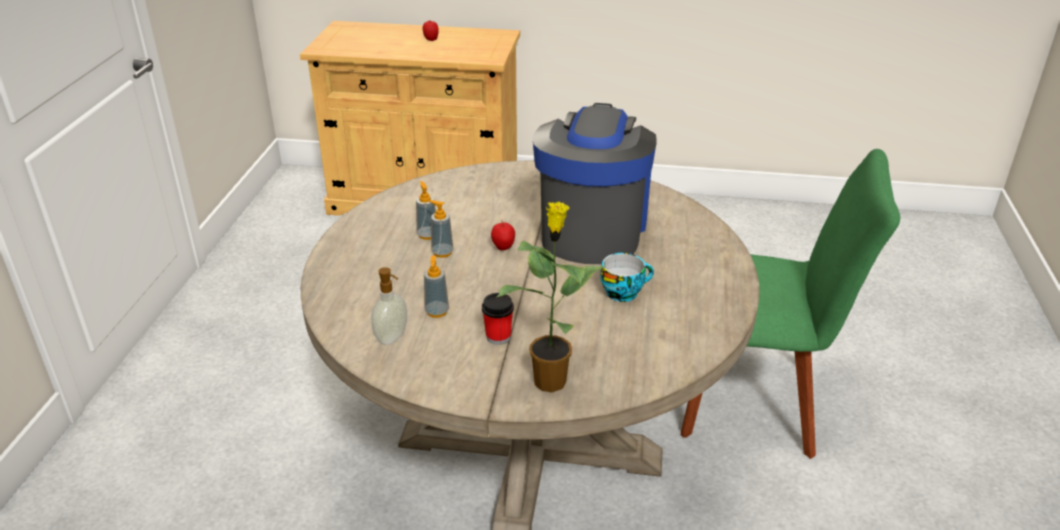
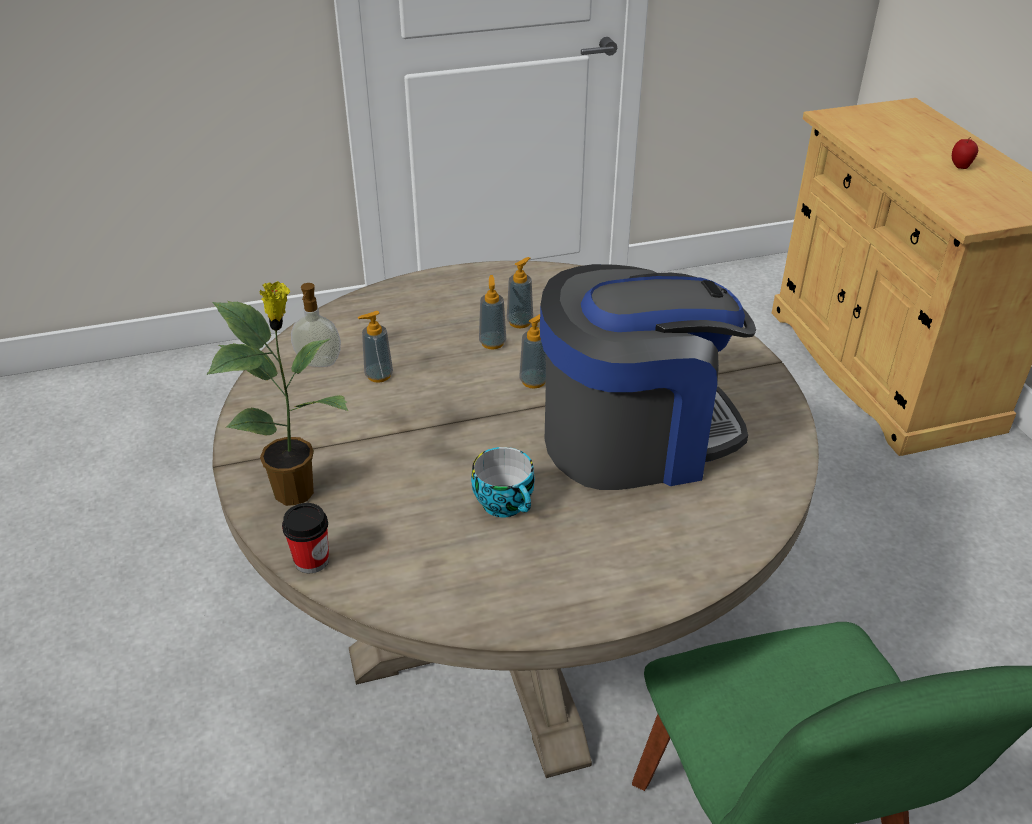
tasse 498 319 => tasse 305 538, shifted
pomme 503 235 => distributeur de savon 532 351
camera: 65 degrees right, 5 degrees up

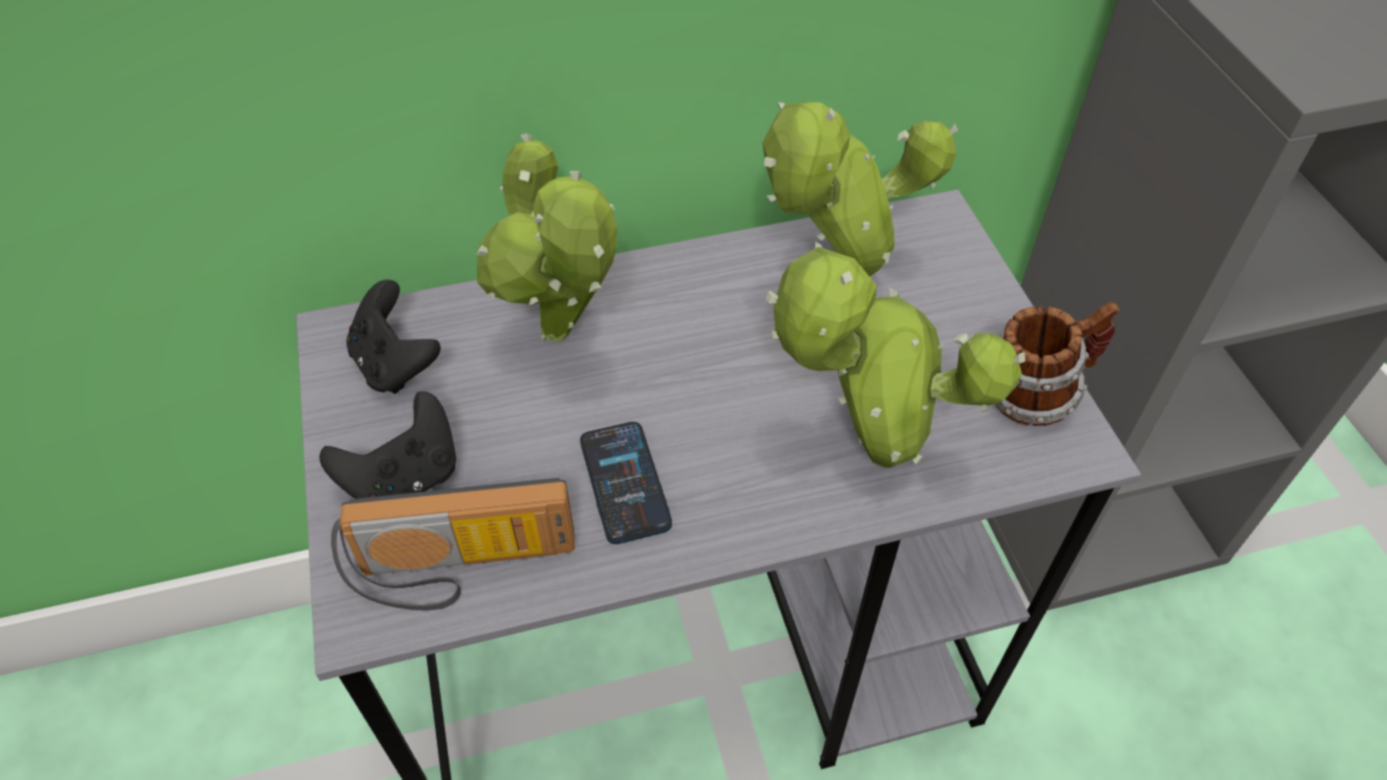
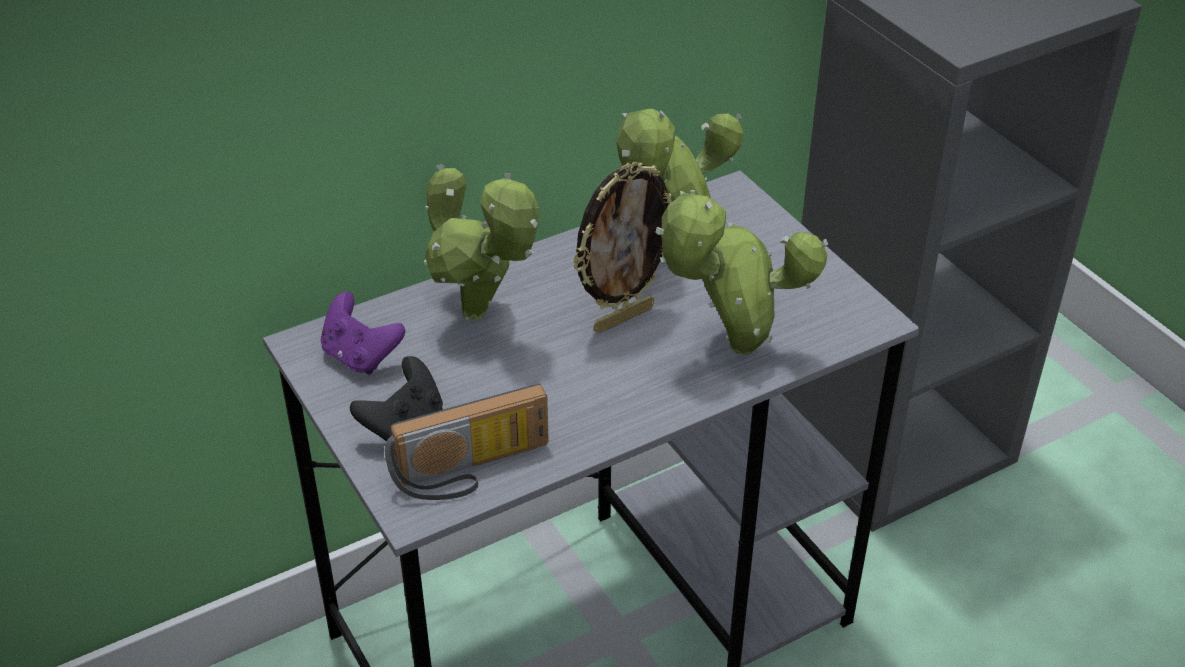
téléphone 626 483 => nothing
mug 1058 364 => nothing
nothing => cadre photo 623 247
manette (noir) 393 337 => manette (violet) 363 333
camera: 15 degrees left, 10 degrees down

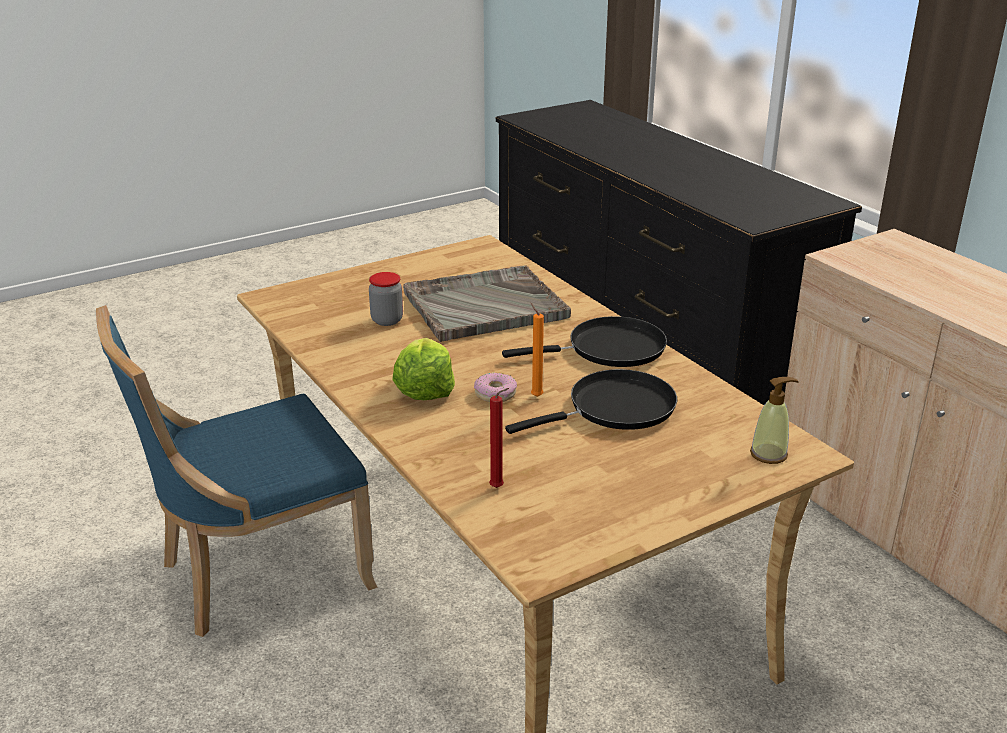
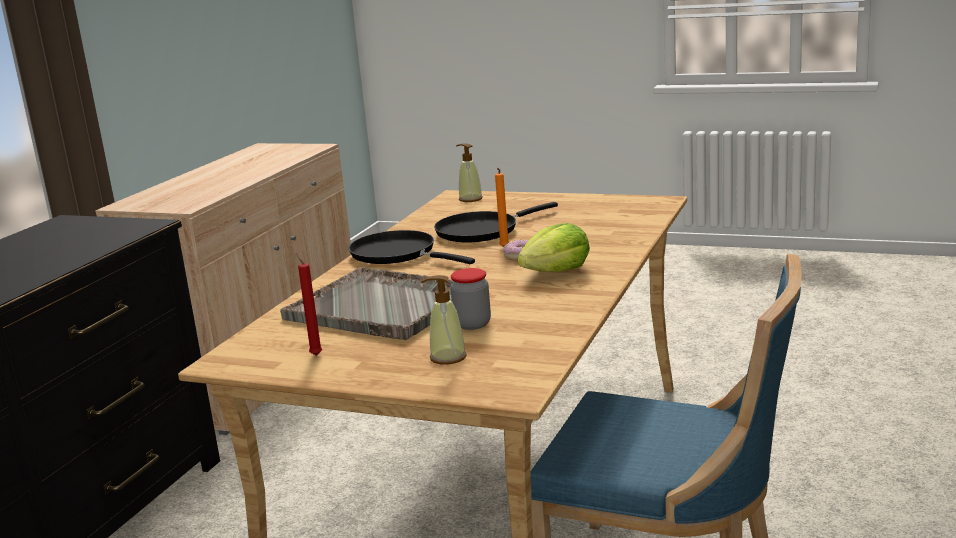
nothing => distributeur de savon 444 320
bougie (rouge) 499 438 => bougie (rouge) 309 304, shifted
poêle (noir) 591 401 => poêle (noir) 496 222, 60 degrees counterclockwise
camera: 125 degrees left, 10 degrees down

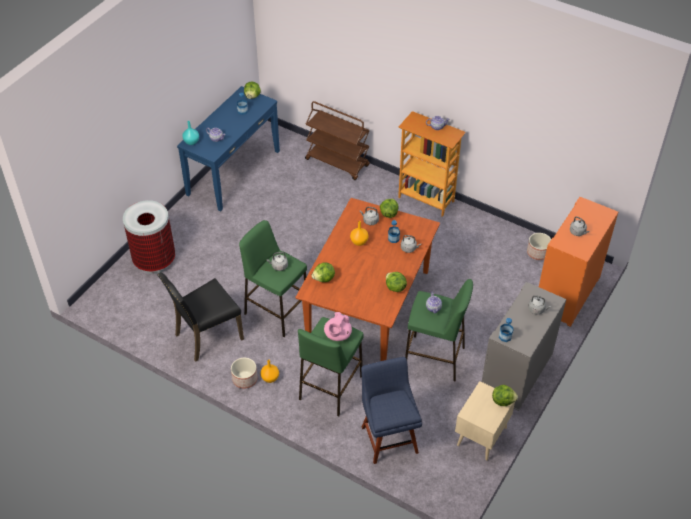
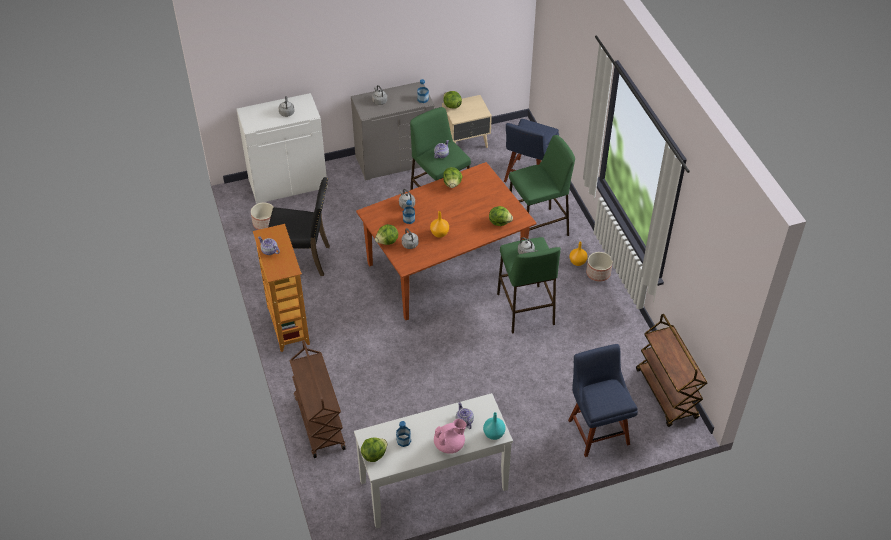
nothing => chariot (marron) 671 370
chaise (noir) 200 317 => chaise (noir) 299 226, shifted
théière (rose) 338 326 => théière (rose) 450 436, shifted
poubelle 149 237 => chaise (bleu) 603 400
table console (bleu) 228 148 => table console (blanc) 433 461
meuble de rangement (orange) 578 262 => meuble de rangement (blanc) 282 148
camera: 140 degrees left, 0 degrees up

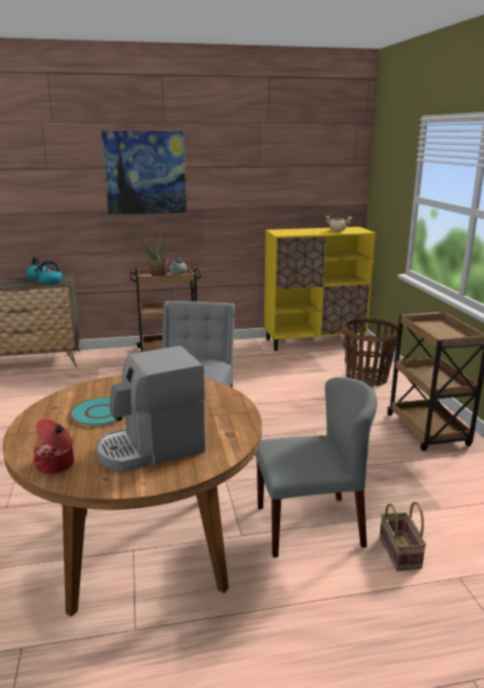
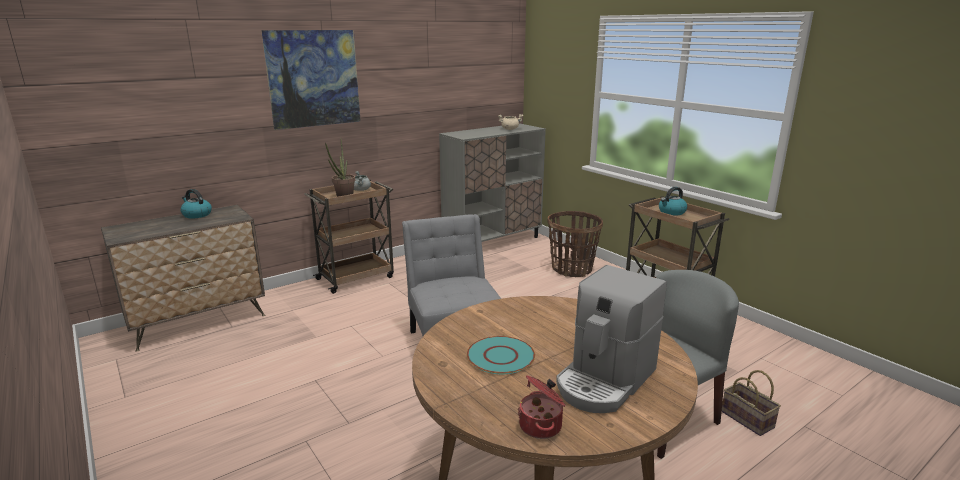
bouilloire 48 273 => bouilloire 673 201, shifted
meuble de rangement (jaune) 320 289 => meuble de rangement (gris) 492 182
camera: 25 degrees left, 0 degrees up

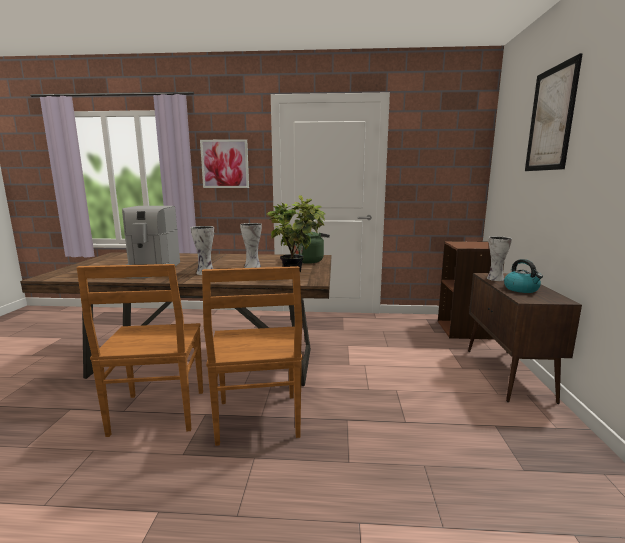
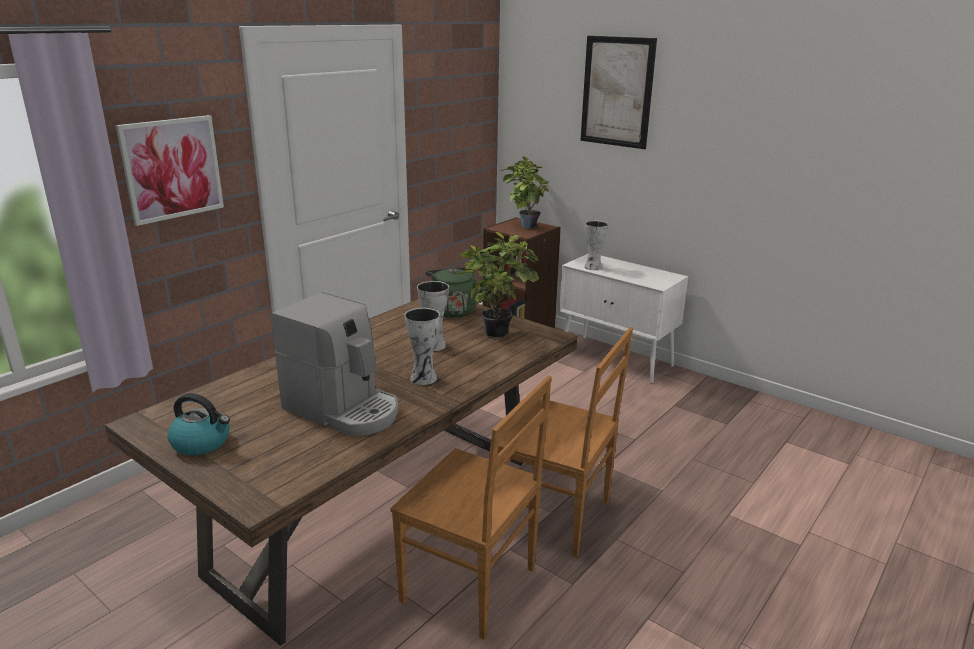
nothing => plante en pot 524 192
bouilloire 523 276 => bouilloire 199 424, shifted
meuble de rangement (marron) 525 338 => meuble de rangement (blanc) 623 318
camera: 55 degrees left, 10 degrees up

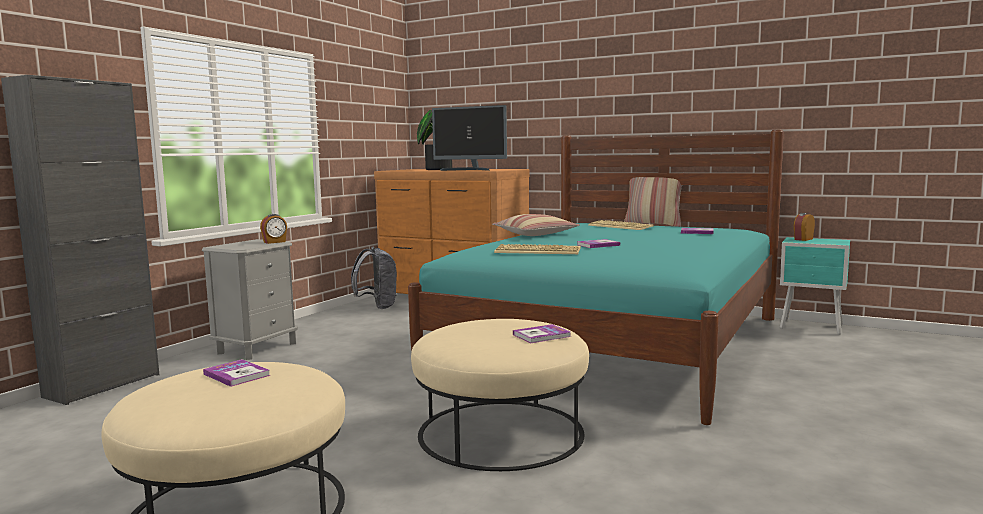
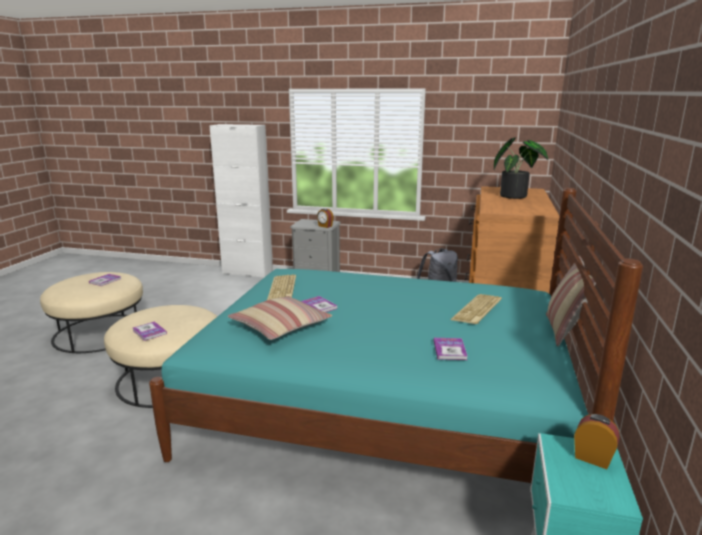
écran d'ordinateur 469 138 => nothing
coussin 536 225 => coussin 280 318, shifted
meuble de rangement (noir) 80 240 => meuble de rangement (blanc) 241 200
camera: 75 degrees right, 10 degrees up

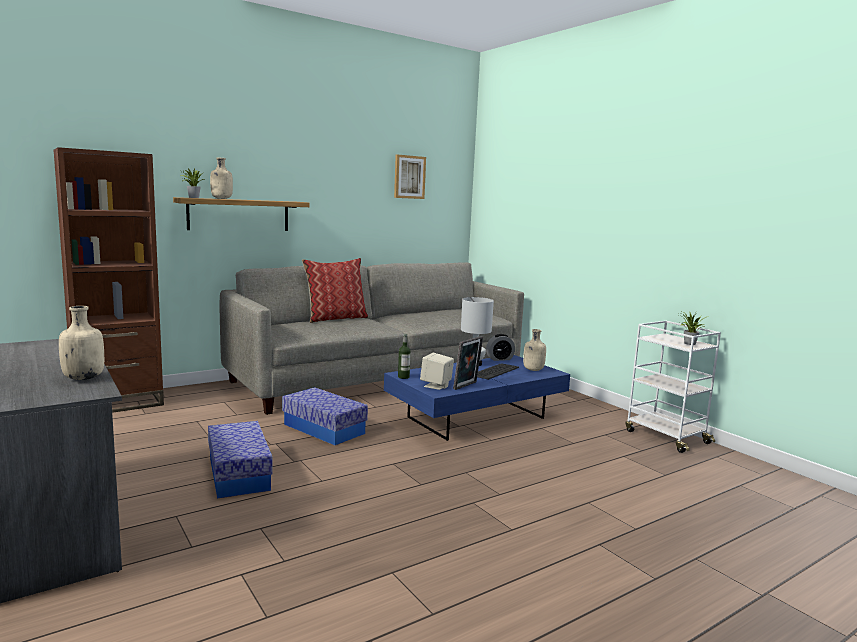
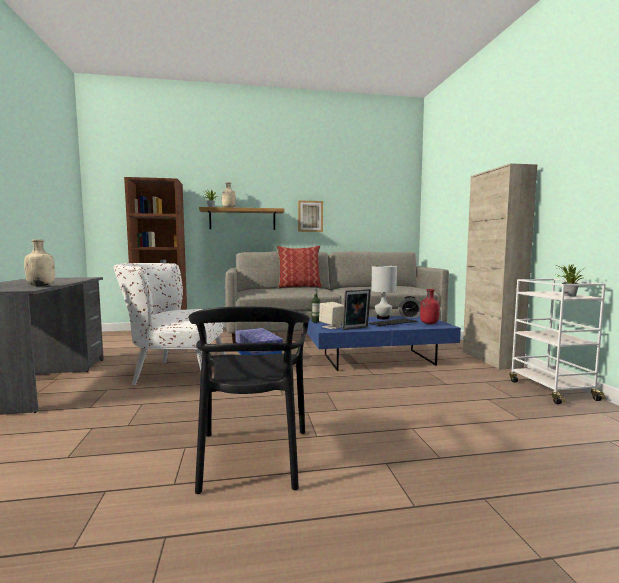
nothing => chaise (noir) 249 400
nothing => meuble de rangement (beige) 500 266
tableau 410 176 => tableau 310 216, shifted
boîte de rangement 240 459 => fauteuil (blanc) 169 324
bouteille (beige) 534 350 => bouteille (rouge) 430 306
camera: 25 degrees right, 5 degrees down

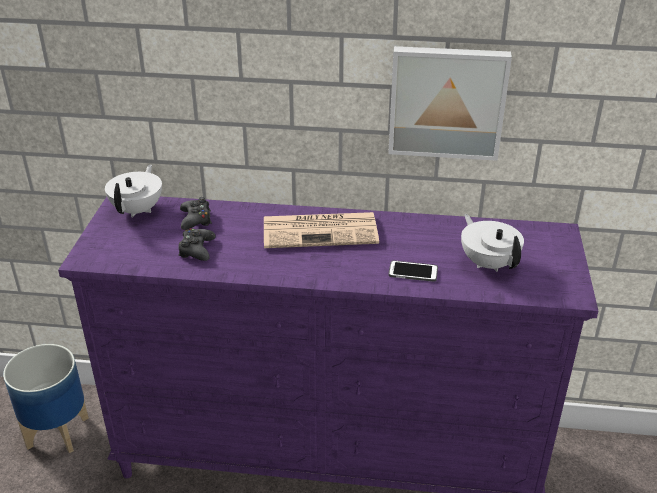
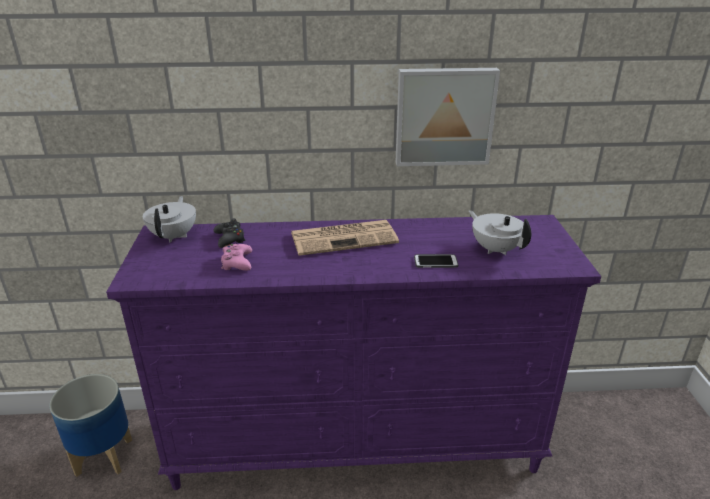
manette (noir) 197 245 => manette (rose) 236 257
camera: 10 degrees left, 5 degrees down

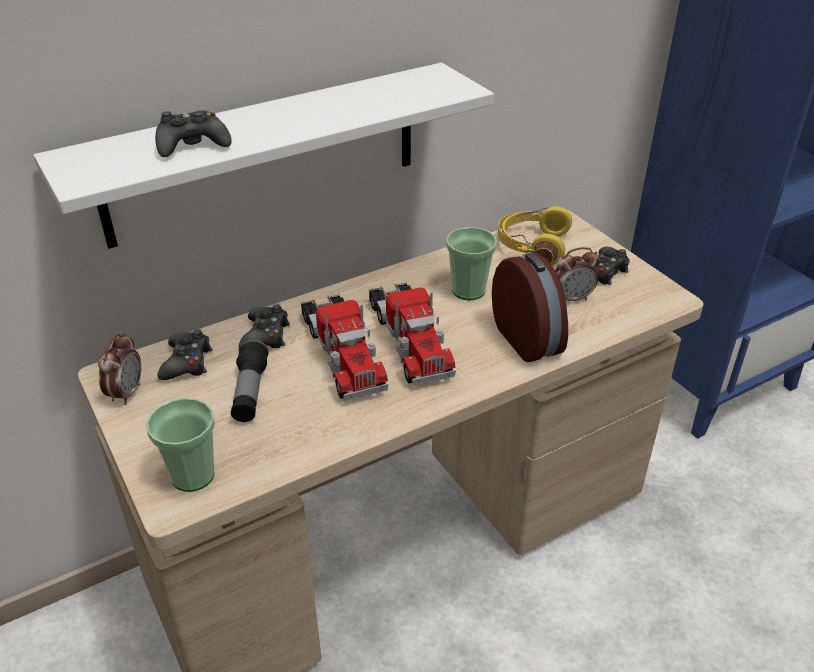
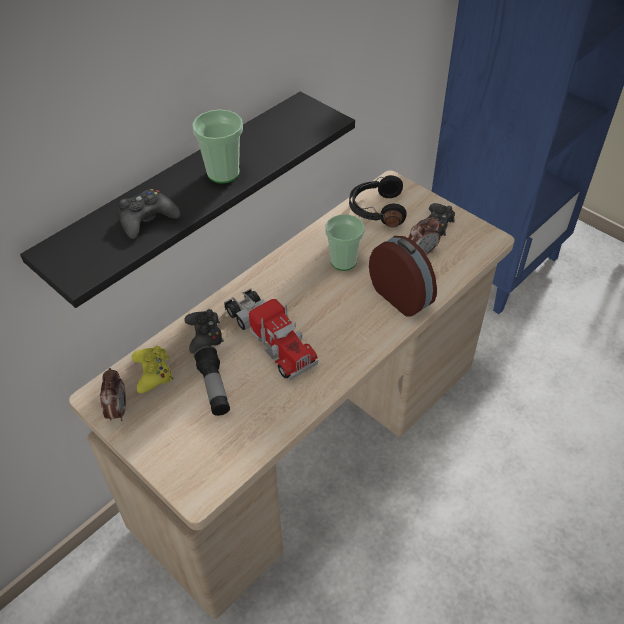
camion jouet 412 334 => nothing
tasse 180 445 => tasse 217 146, shifted
étagère (blanc) 264 156 => étagère (noir) 187 199
manette (noir) 185 354 => manette (jaune) 152 369
casque audio (jaune) 535 235 => casque audio (noir) 378 201
camera: 15 degrees left, 10 degrees up

